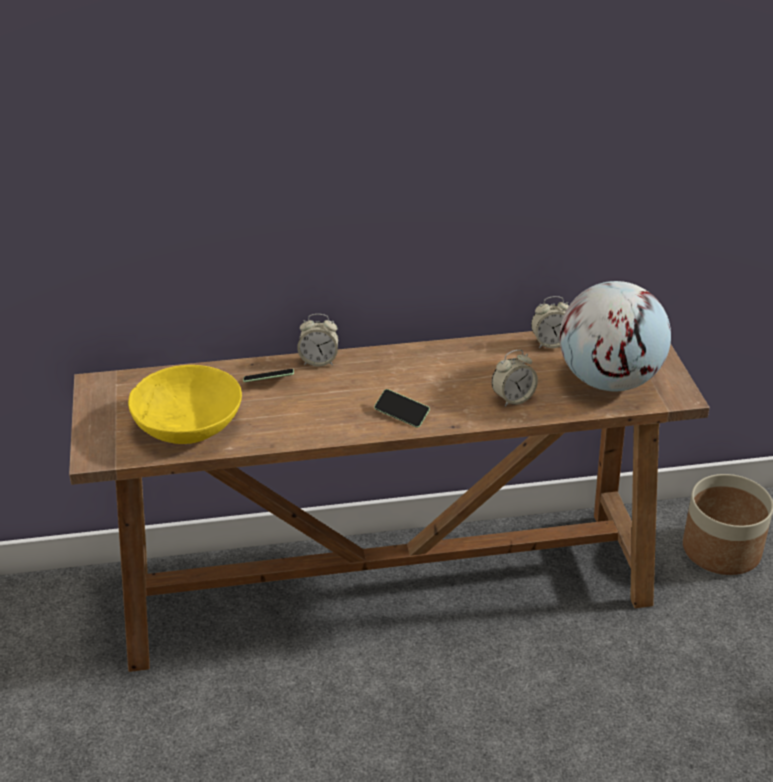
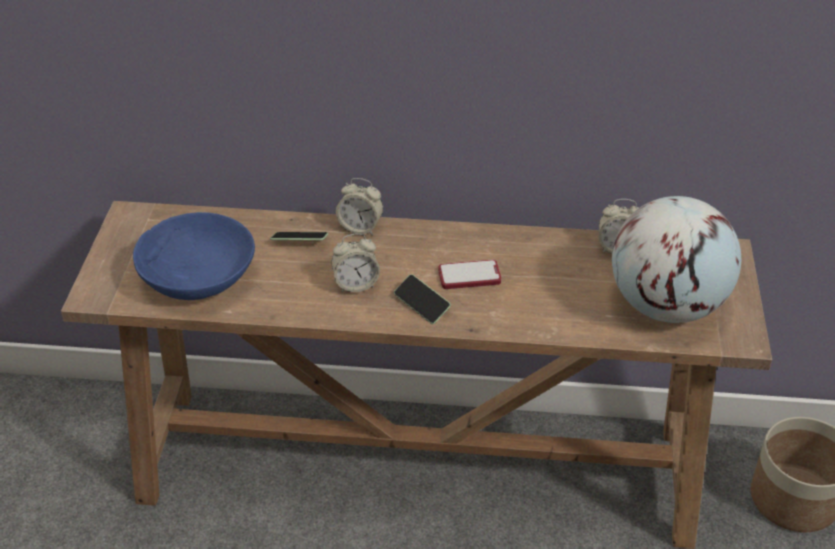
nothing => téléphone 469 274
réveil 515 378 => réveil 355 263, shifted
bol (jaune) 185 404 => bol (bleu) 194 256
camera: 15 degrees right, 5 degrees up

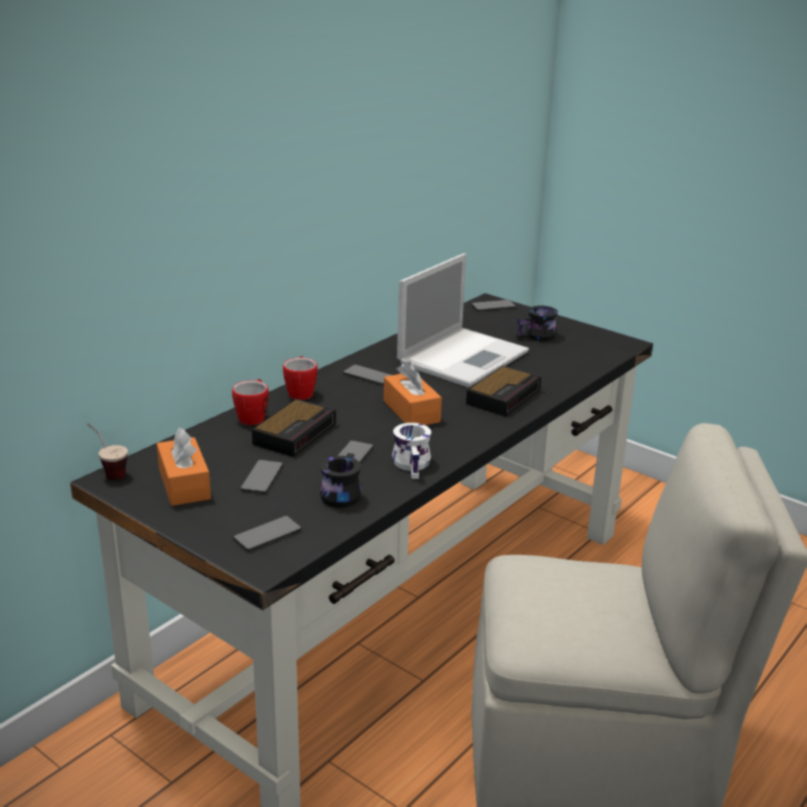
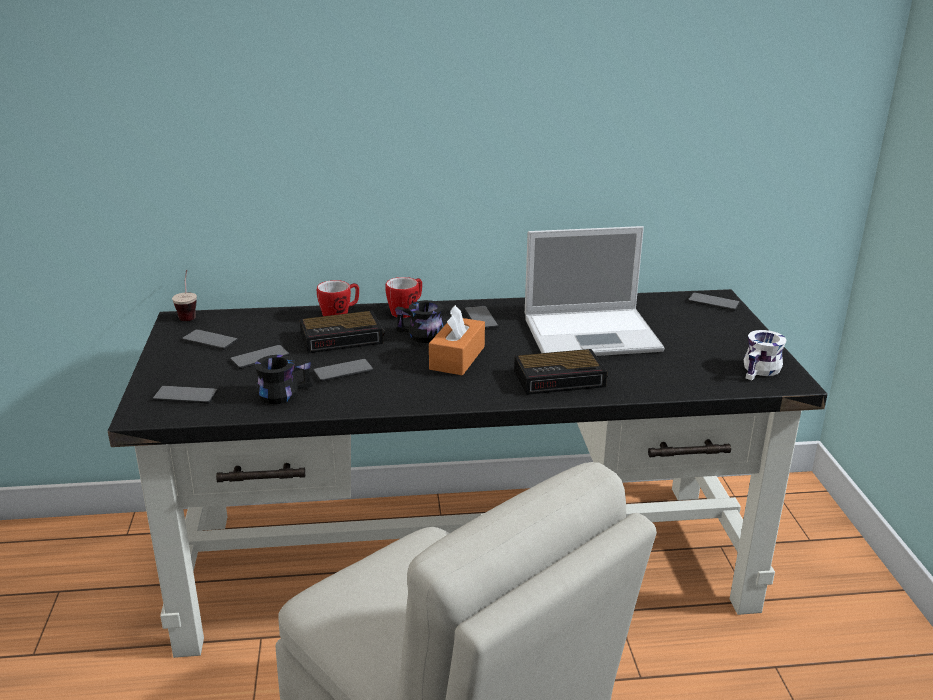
mug (blanc) 411 451 => mug (blanc) 765 355, shifted
mug (noir) 537 323 => mug (noir) 419 321, shifted
boîte à mouchoirs (orange) 184 466 => téléphone 210 339
camera: 45 degrees right, 0 degrees up

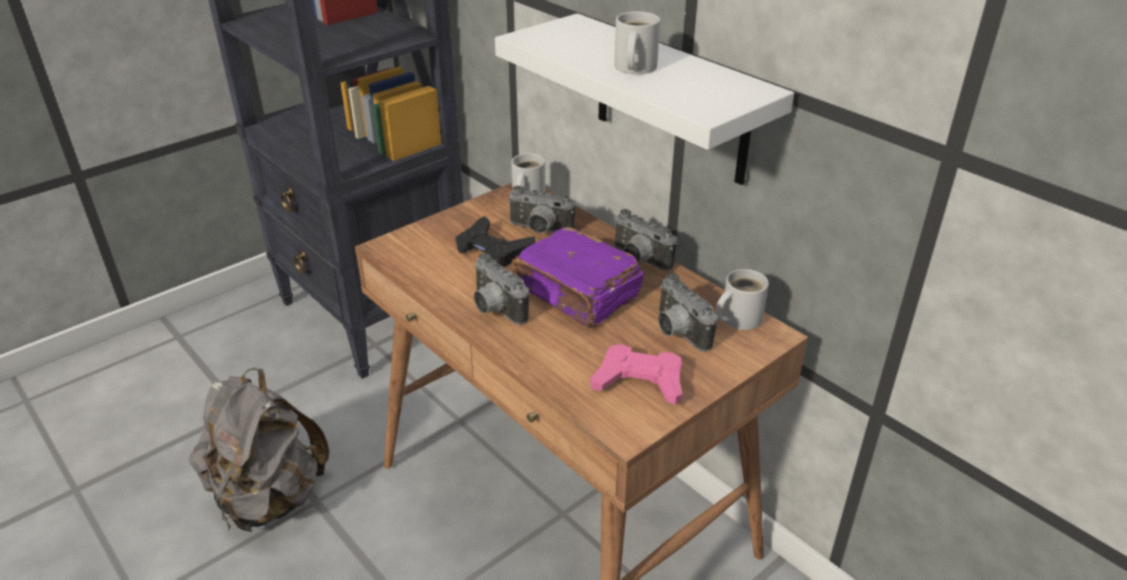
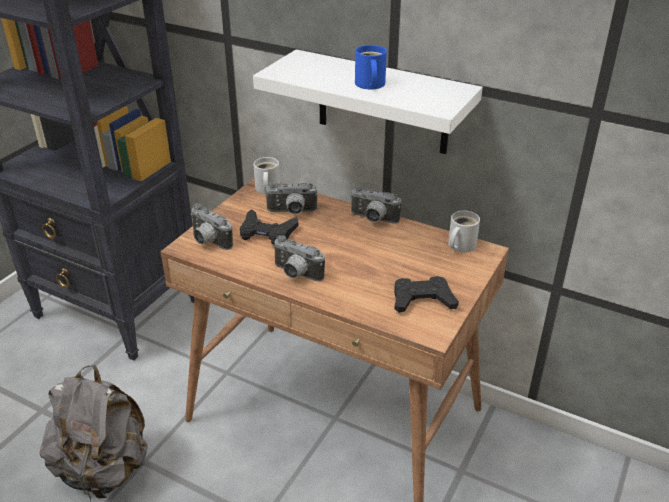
livre (violet) 577 277 => nothing
appareil photo 688 312 => appareil photo 212 226, shifted
manette (rose) 636 374 => manette (noir) 426 294
mug (blanc) 637 43 => mug (bleu) 371 67
camera: 20 degrees left, 0 degrees up

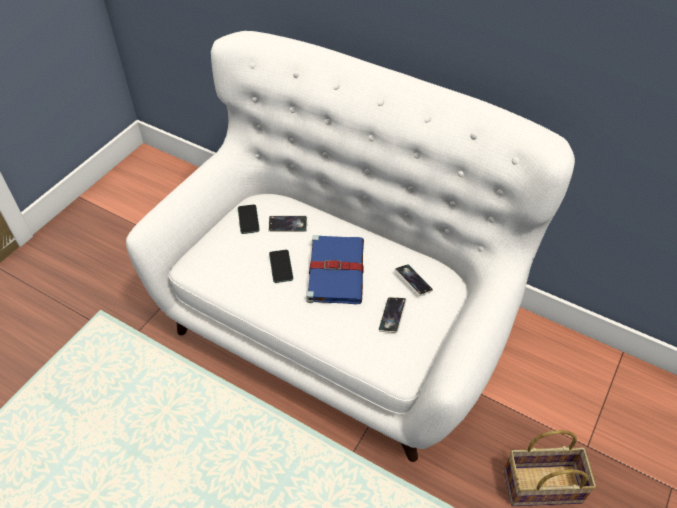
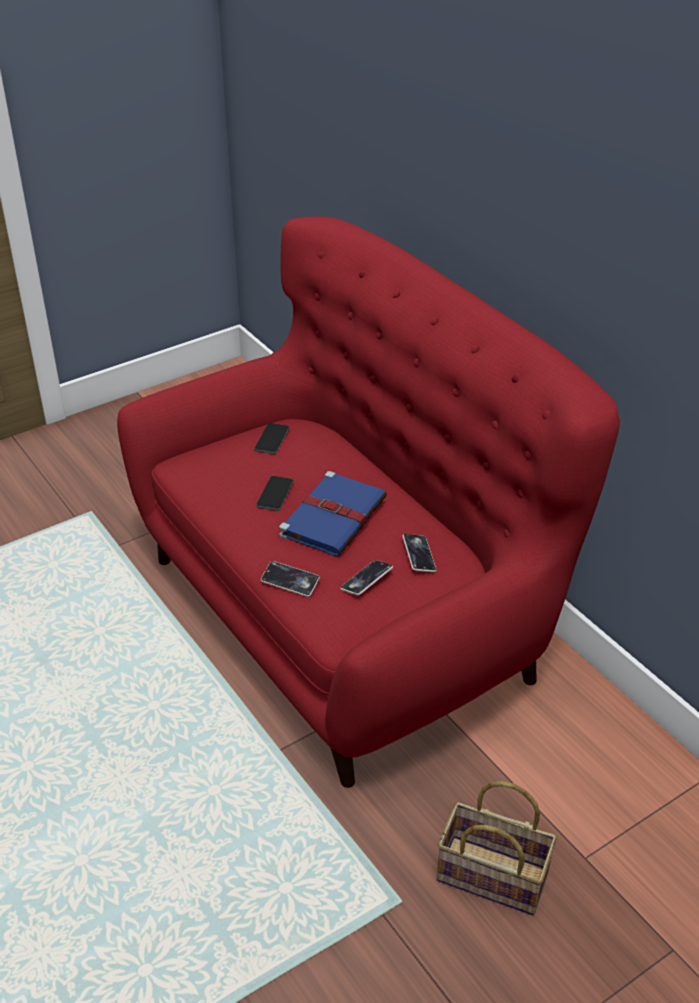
téléphone 287 224 => téléphone 290 579, shifted
canapé (blanc) 350 246 => canapé (rouge) 368 502
camera: 25 degrees right, 10 degrees down

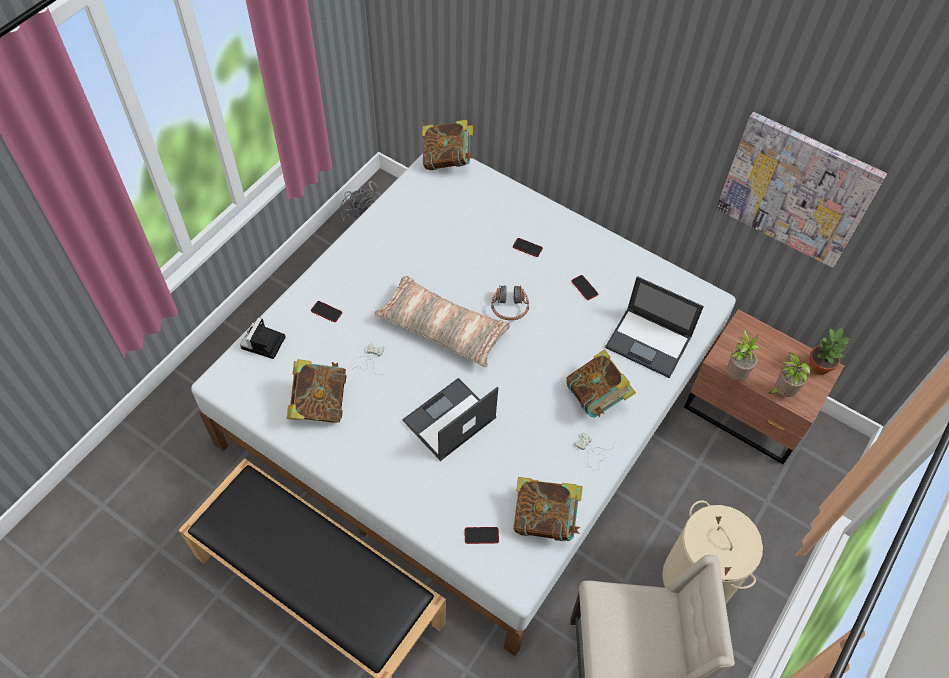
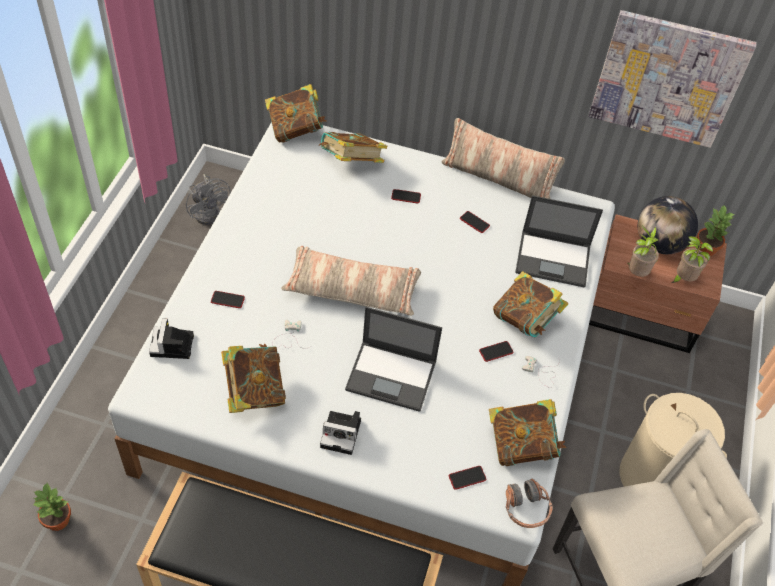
nothing => plante en pot 52 507
nothing => livre 353 147
nothing => appareil photo 340 433
nothing => coussin 503 158
nothing => téléphone 496 351
nothing => globe 668 225
casque audio 510 302 => casque audio 529 503, shifted
ordinateur portable 450 419 => ordinateur portable 393 359, 105 degrees counterclockwise
camera: 20 degrees left, 5 degrees down

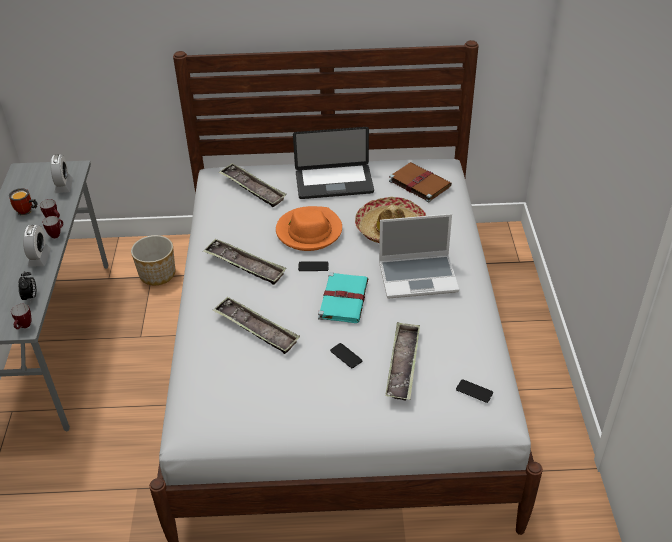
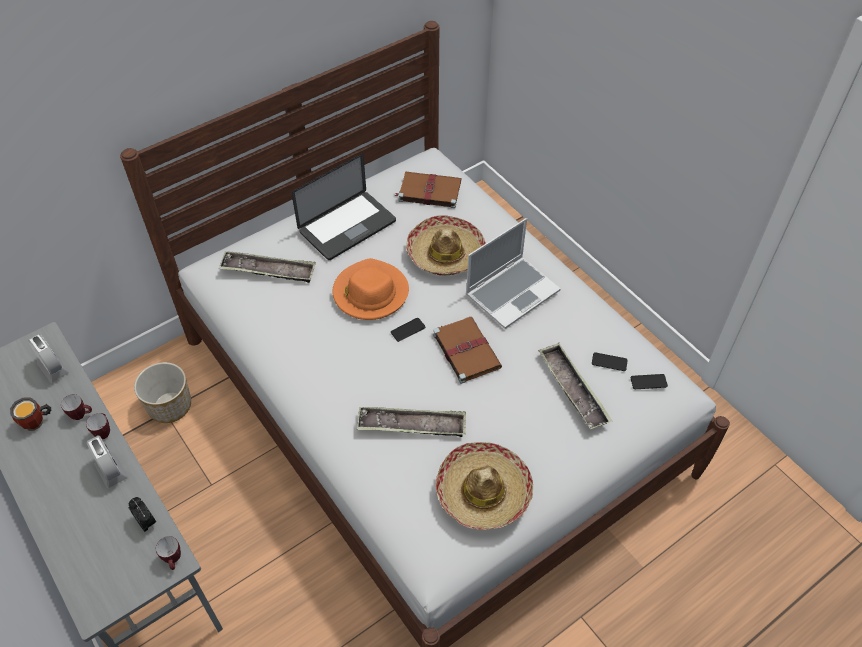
plateau 245 262 => nothing
nothing => chapeau 484 486
téléphone 346 355 => téléphone 609 361, shifted
livre (turquoise) 343 297 => livre (marron) 467 350
camera: 35 degrees left, 10 degrees up

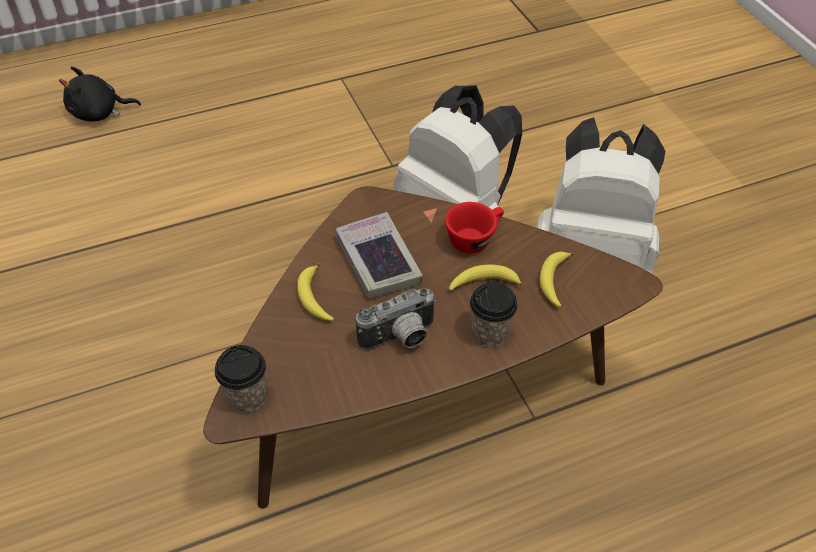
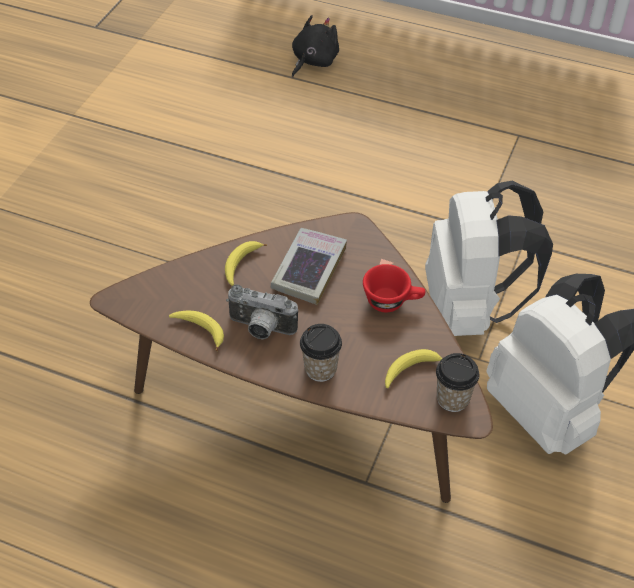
tasse 240 379 => tasse 457 382, shifted
banane 486 278 => banane 196 331, shifted
peluche (noir) 100 94 => peluche (noir) 315 46, 90 degrees clockwise
camera: 45 degrees right, 0 degrees up

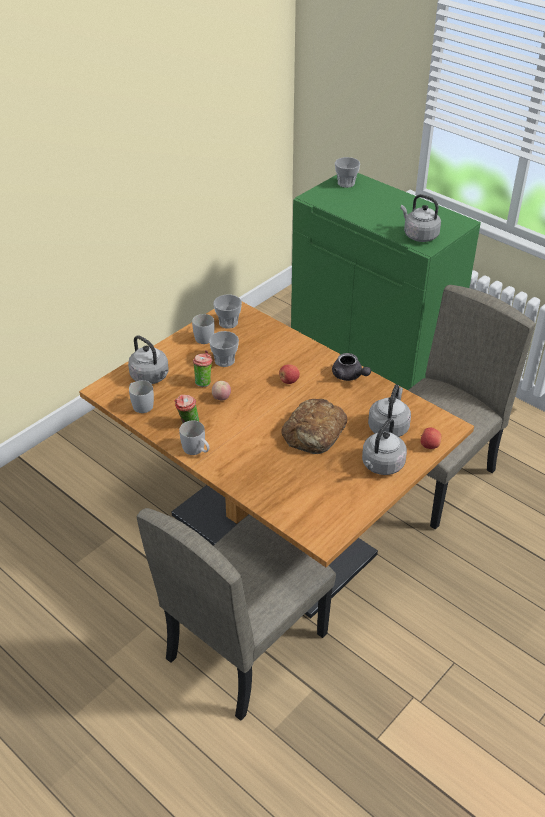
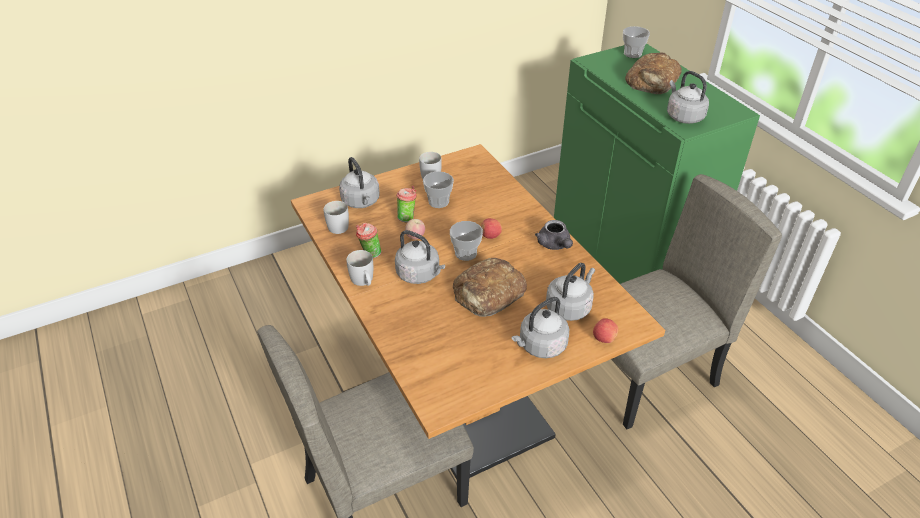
nothing => bouilloire (gris) 420 257
nothing => pain 653 73
tasse 227 312 => tasse 466 241, shifted
camera: 20 degrees right, 0 degrees up

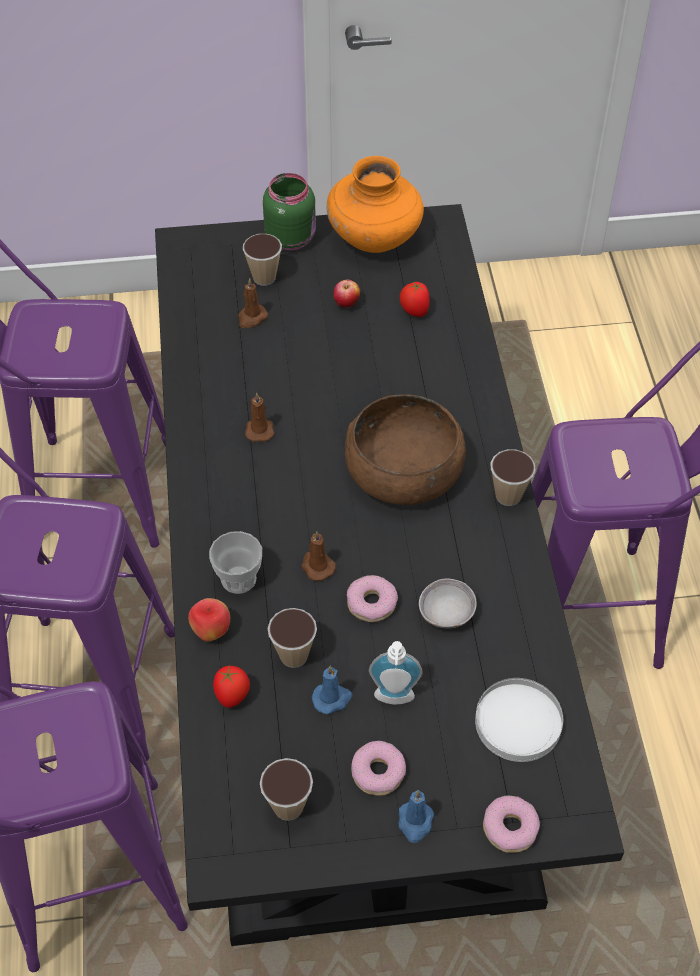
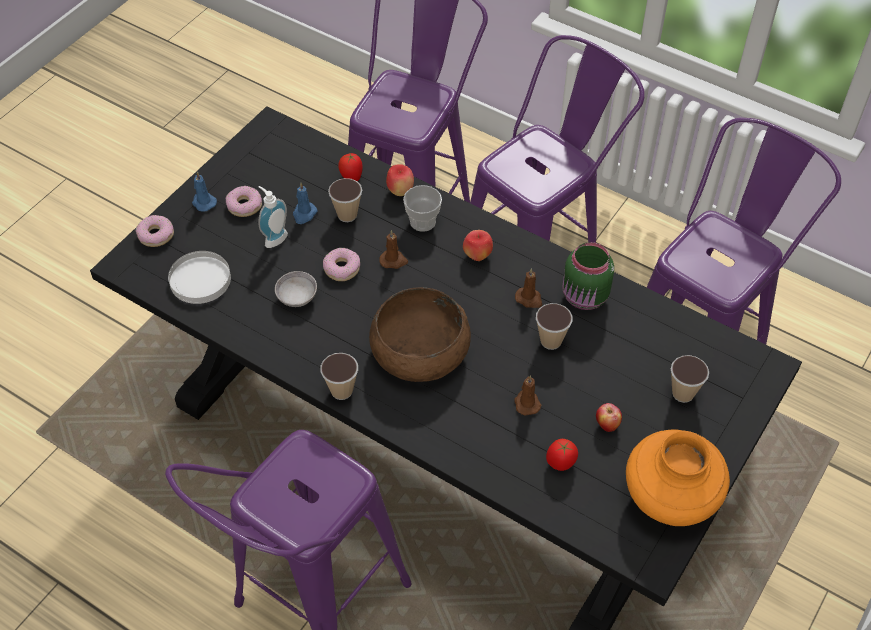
nothing => pomme 478 245
bougie (marron) 253 303 => bougie (marron) 527 395, shifted
tasse 286 789 => tasse 554 326, shifted
bocal (vert) 289 211 => bocal (vert) 588 276, shifted
camera: 130 degrees right, 0 degrees up

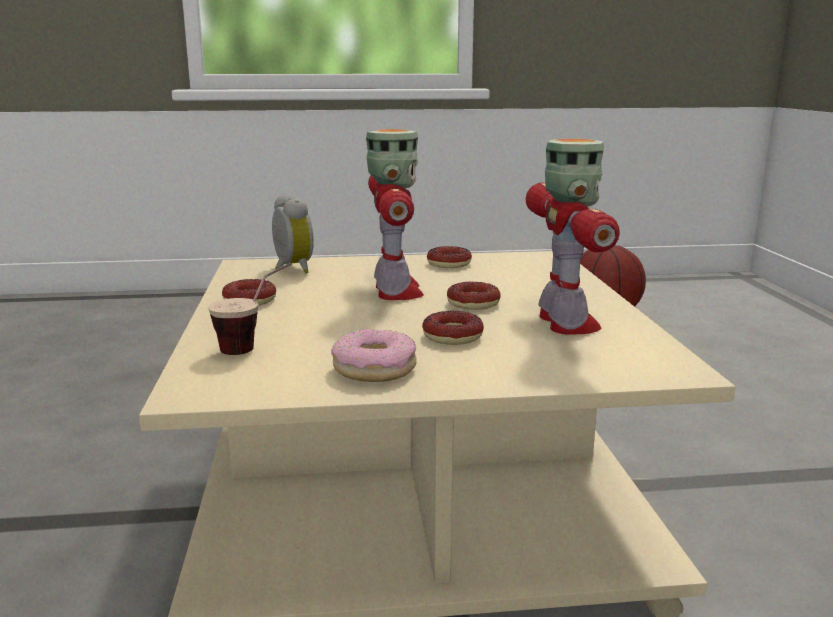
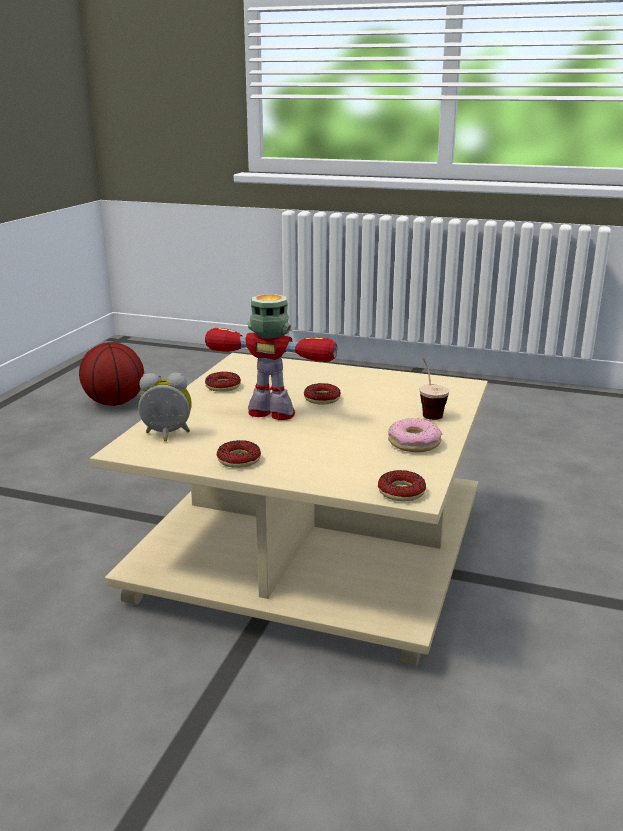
robot jouet 573 236 => nothing
tasse 250 308 => tasse 434 389, shifted
beignet 453 328 => beignet 402 486, shifted
camera: 65 degrees left, 5 degrees up

